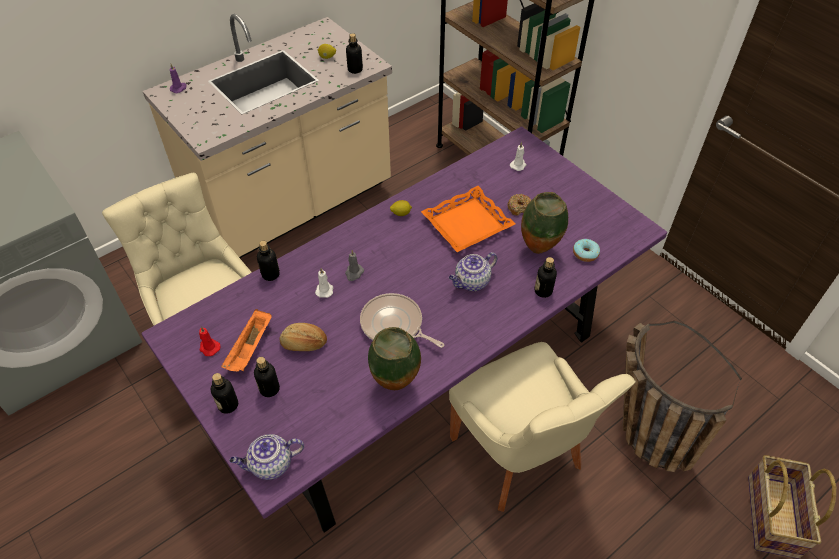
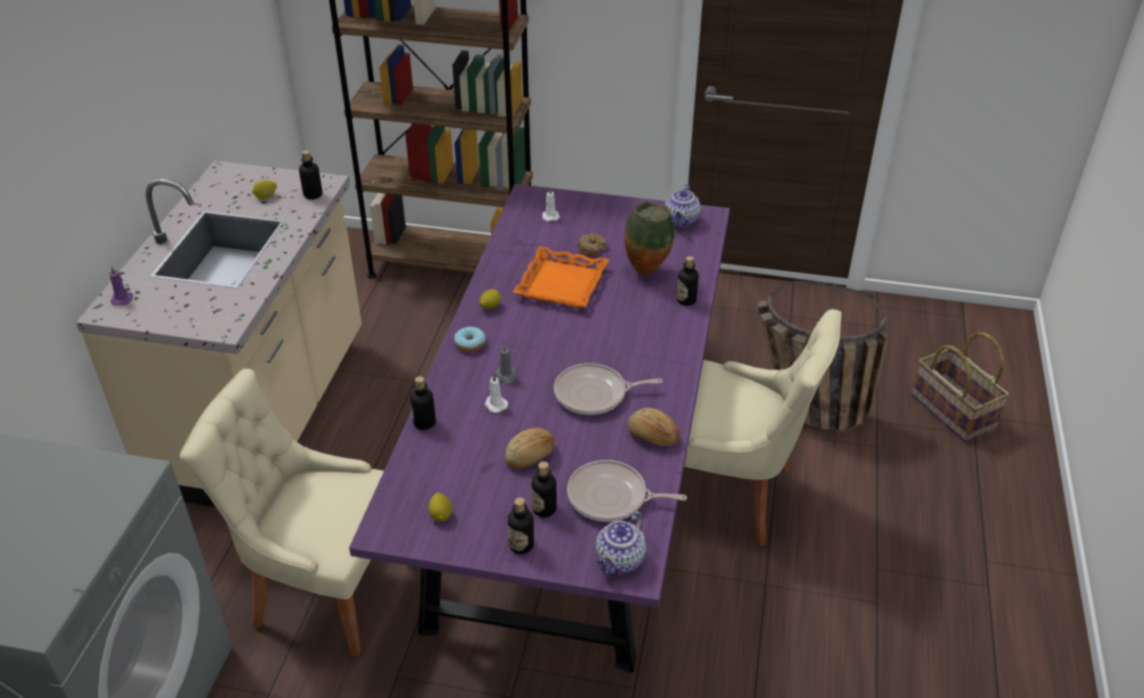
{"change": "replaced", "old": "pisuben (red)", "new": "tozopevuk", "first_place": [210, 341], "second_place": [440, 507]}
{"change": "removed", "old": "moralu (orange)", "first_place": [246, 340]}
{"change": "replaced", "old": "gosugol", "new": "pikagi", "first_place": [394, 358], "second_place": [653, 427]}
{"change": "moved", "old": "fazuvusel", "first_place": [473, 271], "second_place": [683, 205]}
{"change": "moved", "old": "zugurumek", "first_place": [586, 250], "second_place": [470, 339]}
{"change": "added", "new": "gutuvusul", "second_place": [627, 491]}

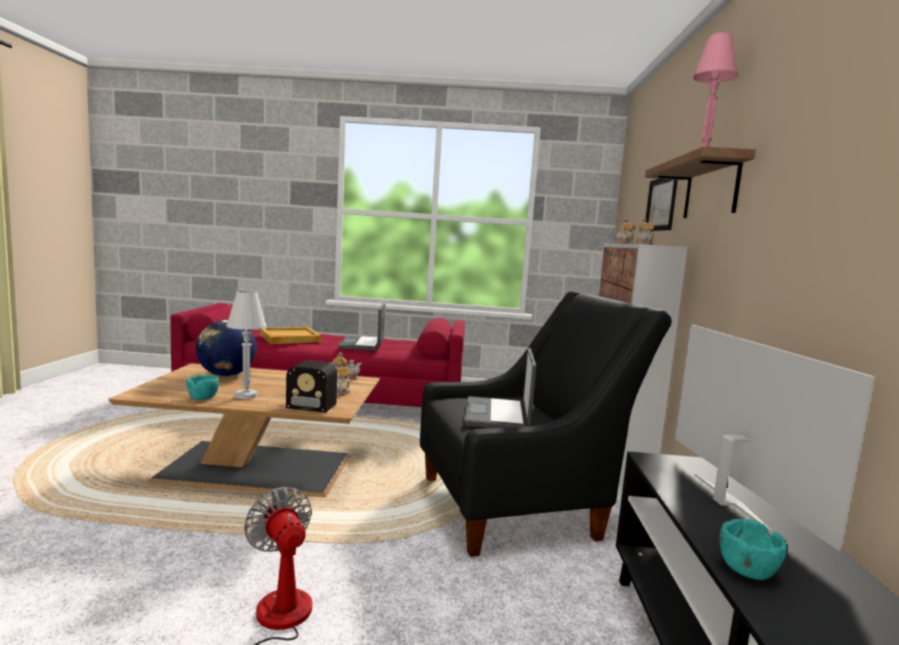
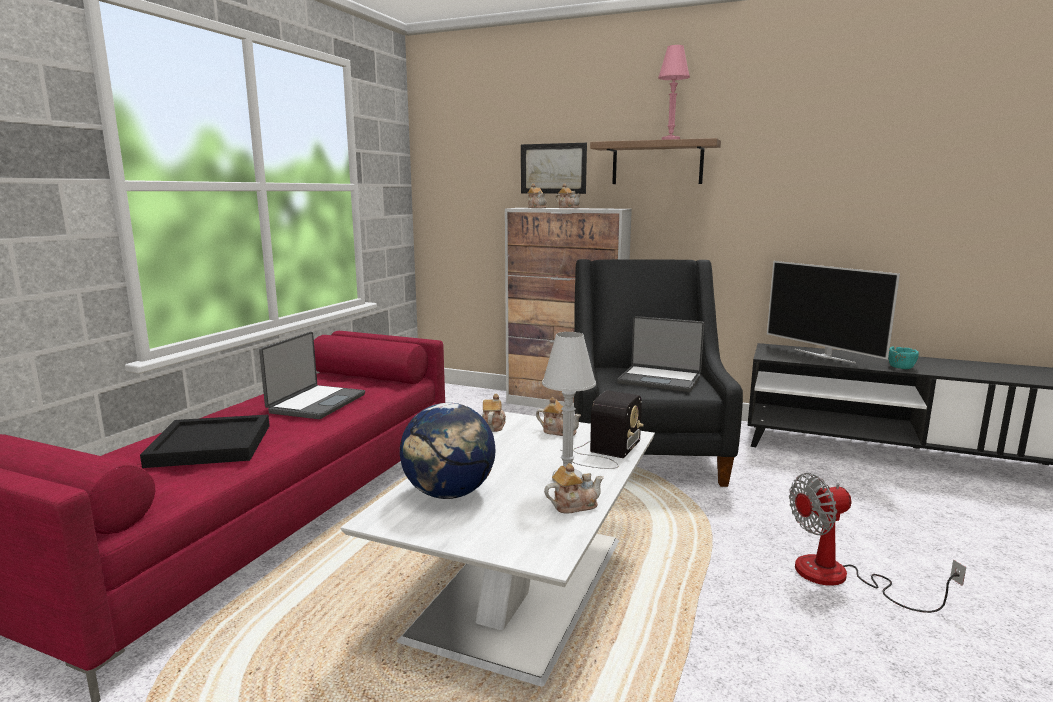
{"change": "recoloured", "old": "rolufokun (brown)", "new": "rolufokun (white)", "first_place": [244, 430], "second_place": [497, 549]}
{"change": "replaced", "old": "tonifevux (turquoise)", "new": "fazuvusel", "first_place": [202, 387], "second_place": [574, 488]}
{"change": "recoloured", "old": "moralu (beige)", "new": "moralu (black)", "first_place": [290, 335], "second_place": [205, 441]}
{"change": "turned", "old": "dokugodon", "first_place": [361, 327], "second_place": [312, 375], "degrees": -90}
{"change": "turned", "old": "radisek", "first_place": [775, 438], "second_place": [833, 312], "degrees": -135}

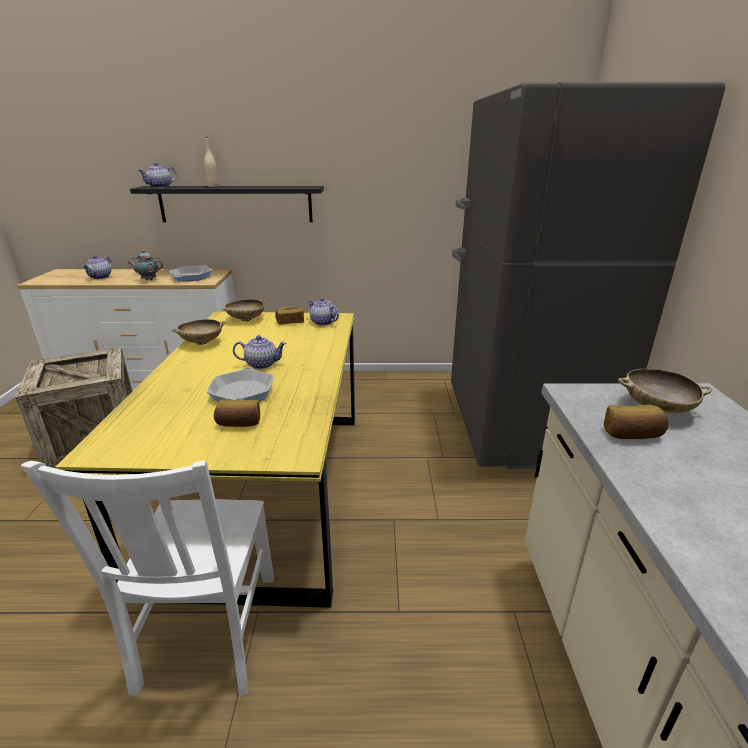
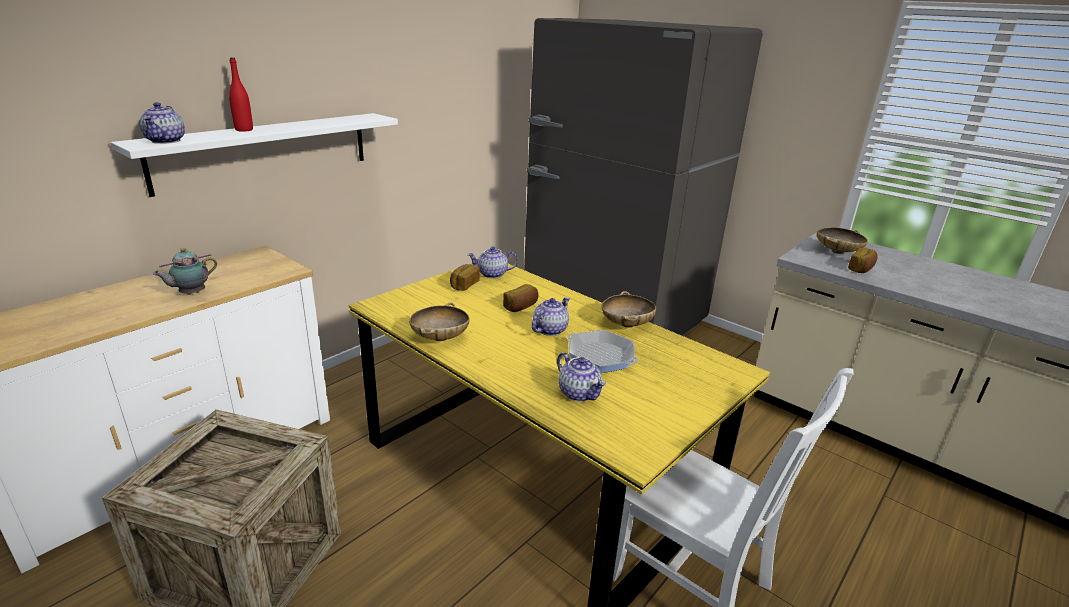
{"change": "moved", "old": "fazuvusel", "first_place": [97, 267], "second_place": [581, 377]}
{"change": "recoloured", "old": "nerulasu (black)", "new": "nerulasu (white)", "first_place": [227, 204], "second_place": [254, 155]}
{"change": "removed", "old": "gutuvusul", "first_place": [190, 273]}
{"change": "recoloured", "old": "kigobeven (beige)", "new": "kigobeven (red)", "first_place": [211, 162], "second_place": [241, 94]}
{"change": "moved", "old": "pikagi", "first_place": [237, 413], "second_place": [520, 298]}
{"change": "moved", "old": "tonifevux (beige)", "first_place": [244, 310], "second_place": [628, 309]}

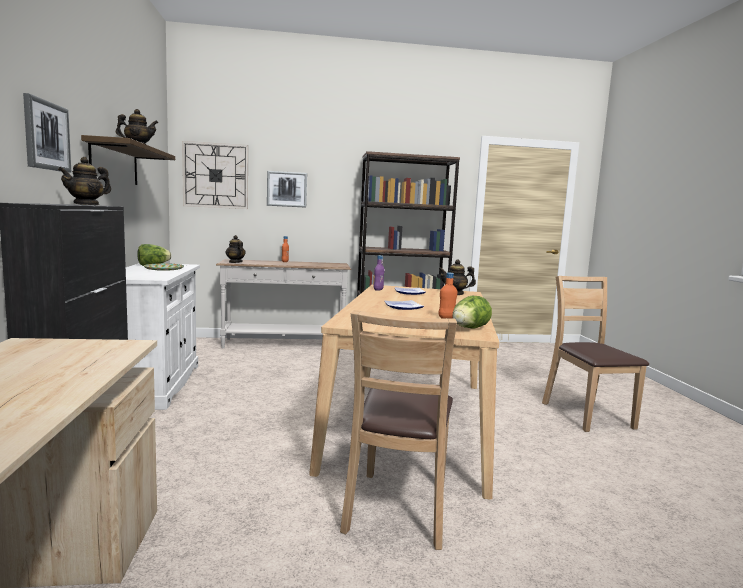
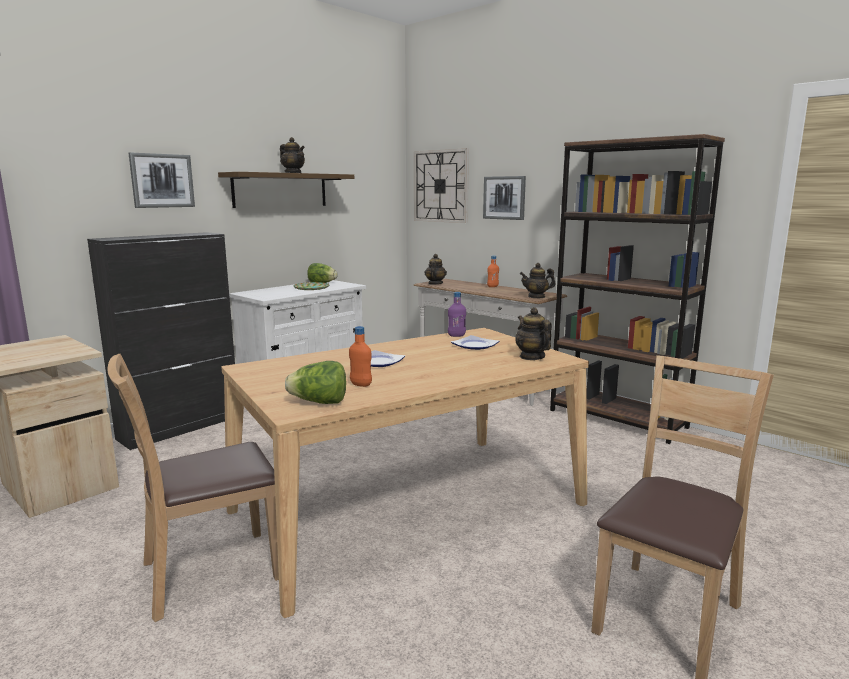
{"change": "moved", "old": "fazuvusel", "first_place": [84, 181], "second_place": [538, 280]}

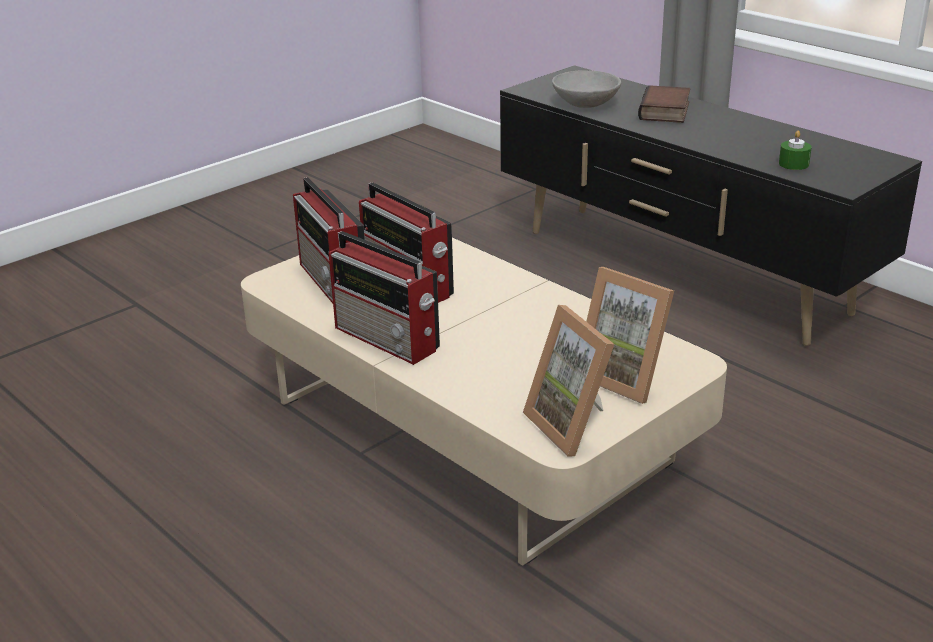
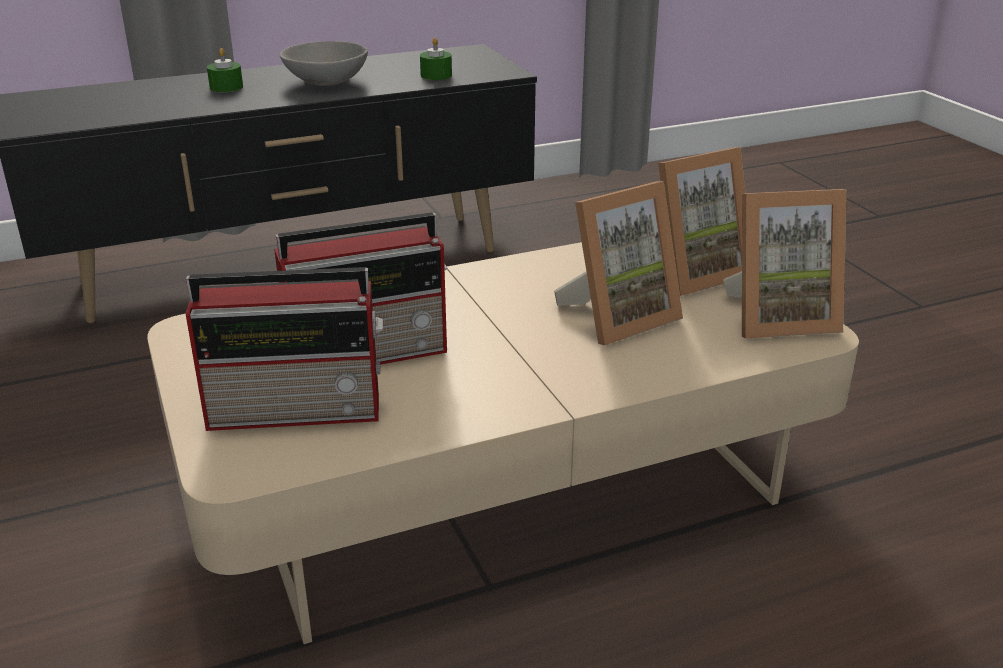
{"change": "removed", "old": "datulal", "first_place": [384, 298]}
{"change": "moved", "old": "tonifevux (grey)", "first_place": [586, 89], "second_place": [324, 63]}
{"change": "replaced", "old": "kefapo", "new": "pisuben (green)", "first_place": [664, 104], "second_place": [225, 70]}
{"change": "added", "new": "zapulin", "second_place": [618, 263]}

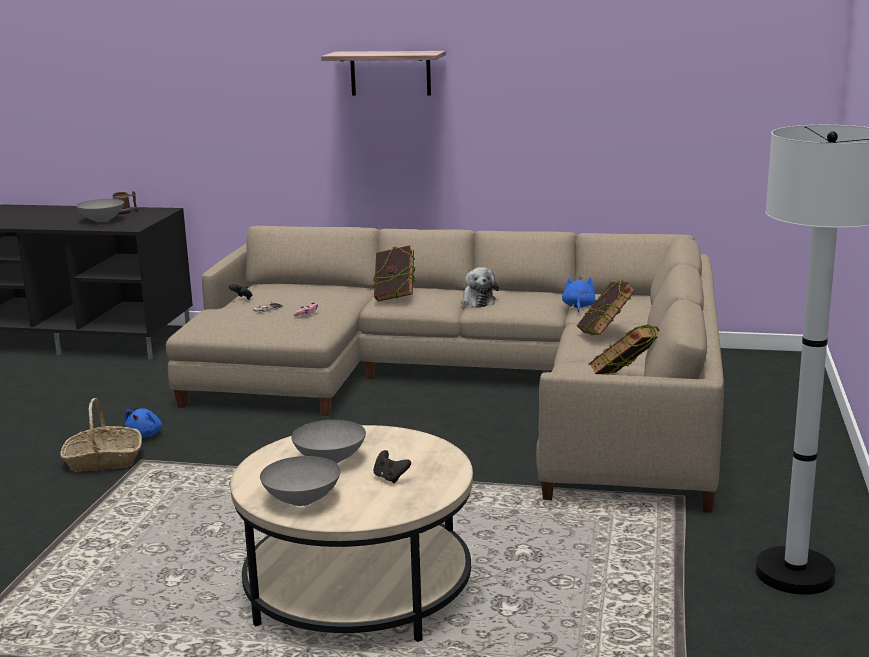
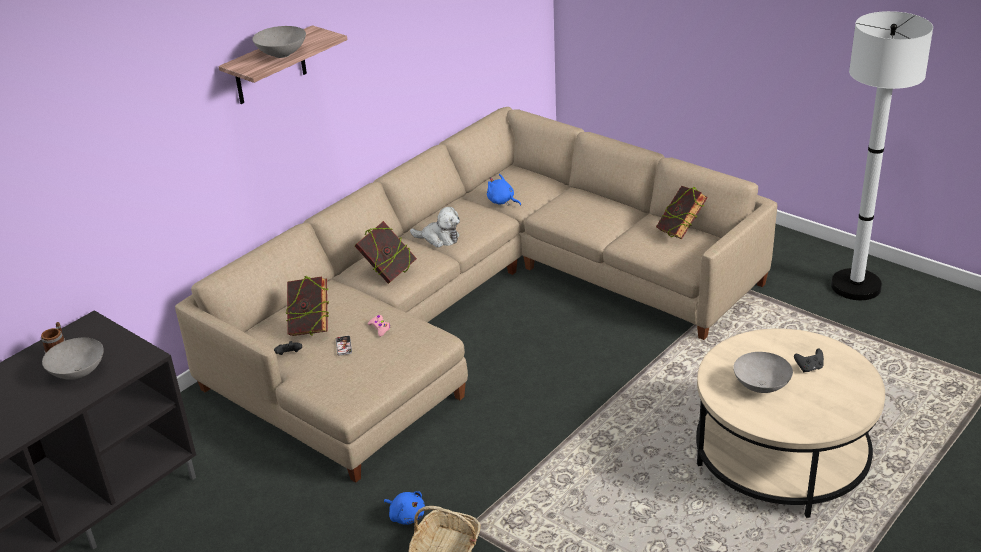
{"change": "moved", "old": "tonifevux (grey)", "first_place": [300, 481], "second_place": [279, 42]}
{"change": "moved", "old": "kefapo", "first_place": [606, 308], "second_place": [307, 306]}

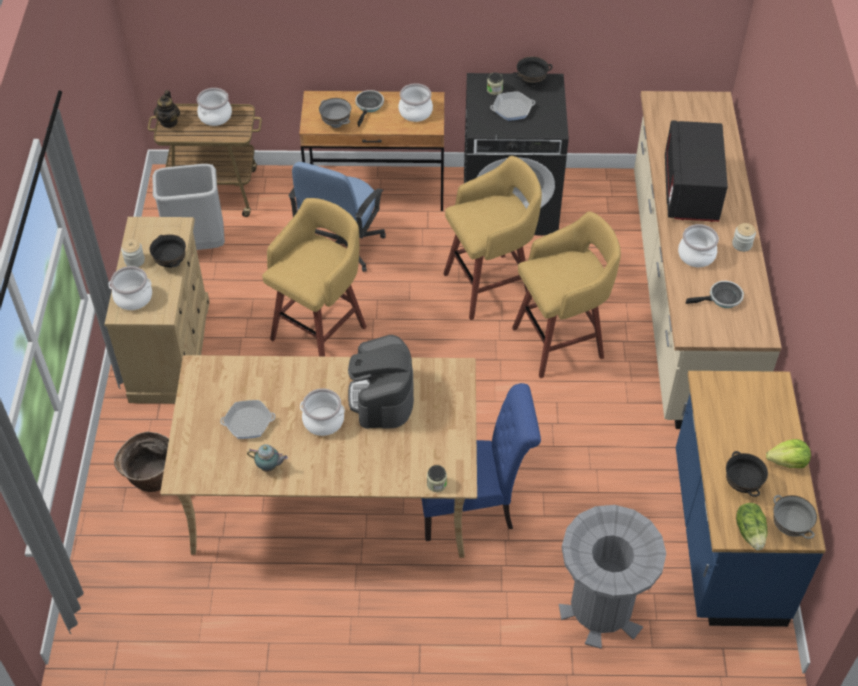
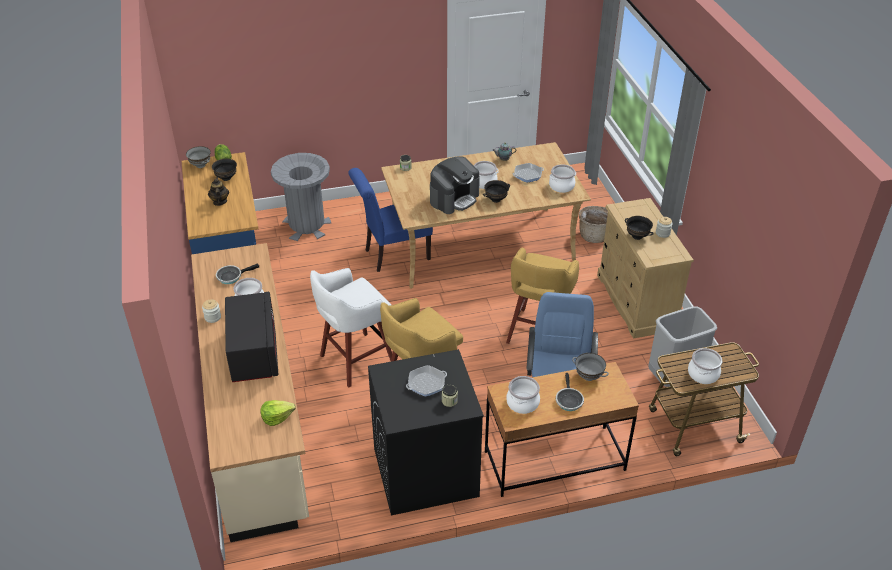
{"change": "moved", "old": "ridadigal", "first_place": [130, 288], "second_place": [562, 178]}
{"change": "moved", "old": "fazuvusel", "first_place": [167, 109], "second_place": [218, 191]}
{"change": "turned", "old": "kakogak", "first_place": [381, 382], "second_place": [455, 185], "degrees": 60}
{"change": "moved", "old": "tonifevux (black)", "first_place": [532, 72], "second_place": [496, 191]}
{"change": "recoloured", "old": "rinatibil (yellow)", "new": "rinatibil (white)", "first_place": [566, 295], "second_place": [351, 327]}
{"change": "moved", "old": "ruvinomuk", "first_place": [788, 453], "second_place": [278, 413]}

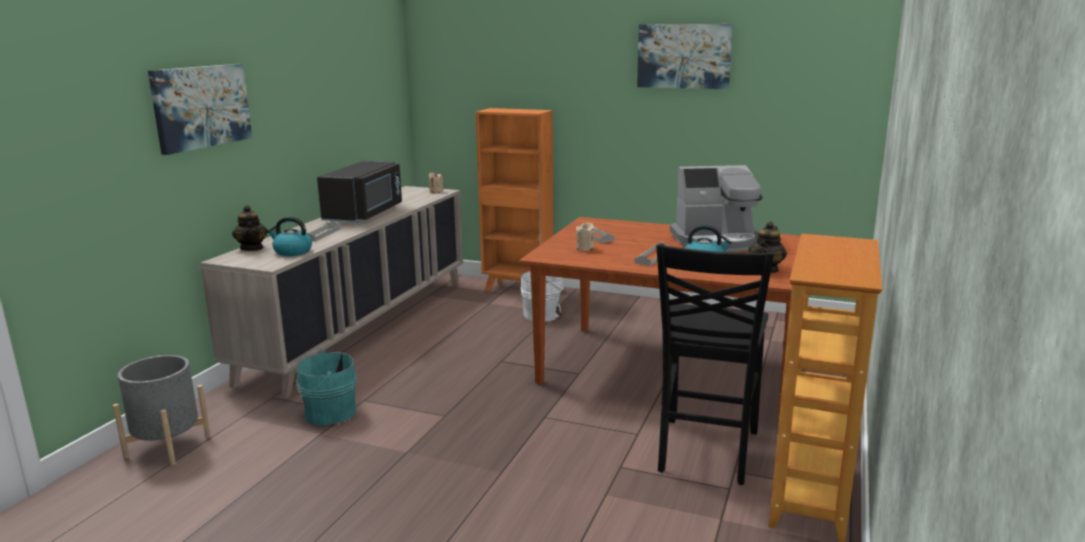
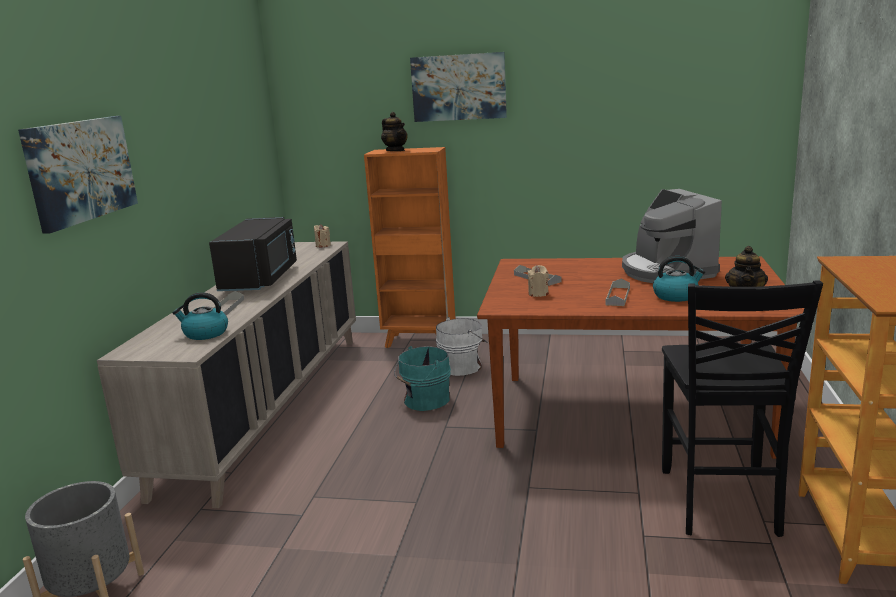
{"change": "moved", "old": "fazuvusel", "first_place": [249, 228], "second_place": [394, 131]}
{"change": "moved", "old": "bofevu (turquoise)", "first_place": [326, 387], "second_place": [422, 378]}
{"change": "moved", "old": "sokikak", "first_place": [685, 56], "second_place": [458, 87]}
{"change": "turned", "old": "kakogak", "first_place": [716, 208], "second_place": [672, 236], "degrees": 90}

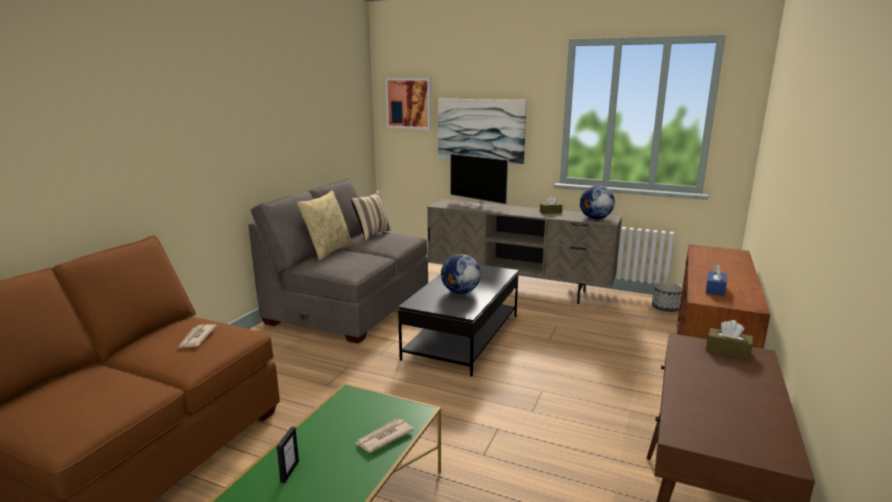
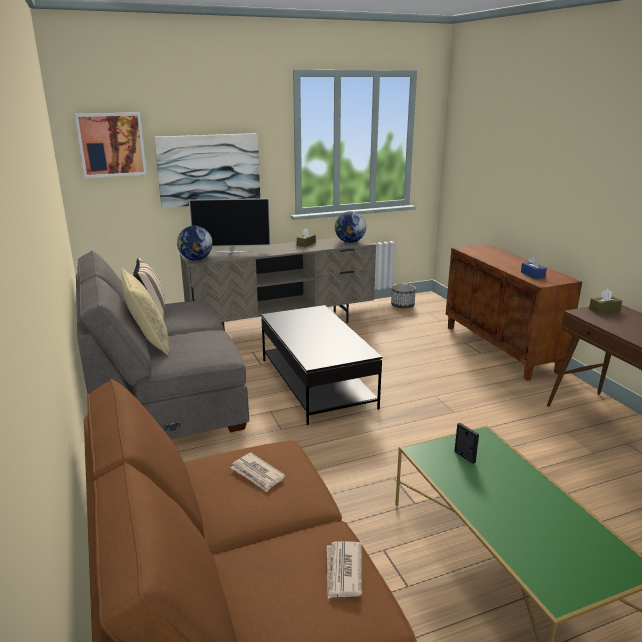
{"change": "moved", "old": "zapulin", "first_place": [288, 454], "second_place": [466, 443]}
{"change": "moved", "old": "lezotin", "first_place": [384, 436], "second_place": [344, 570]}
{"change": "moved", "old": "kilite", "first_place": [461, 274], "second_place": [195, 243]}

